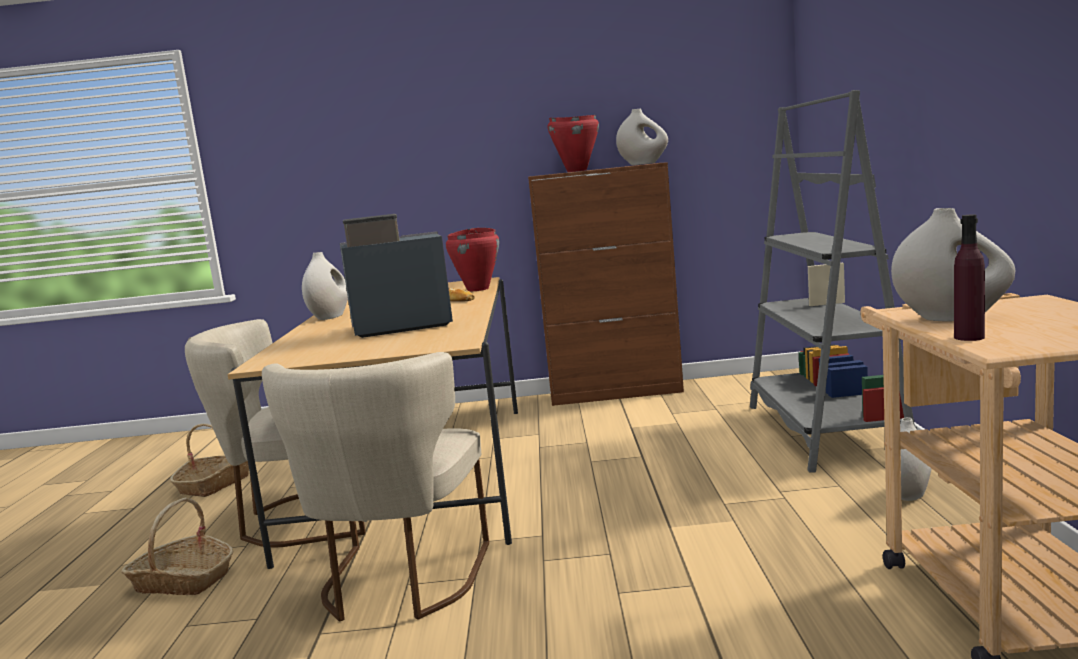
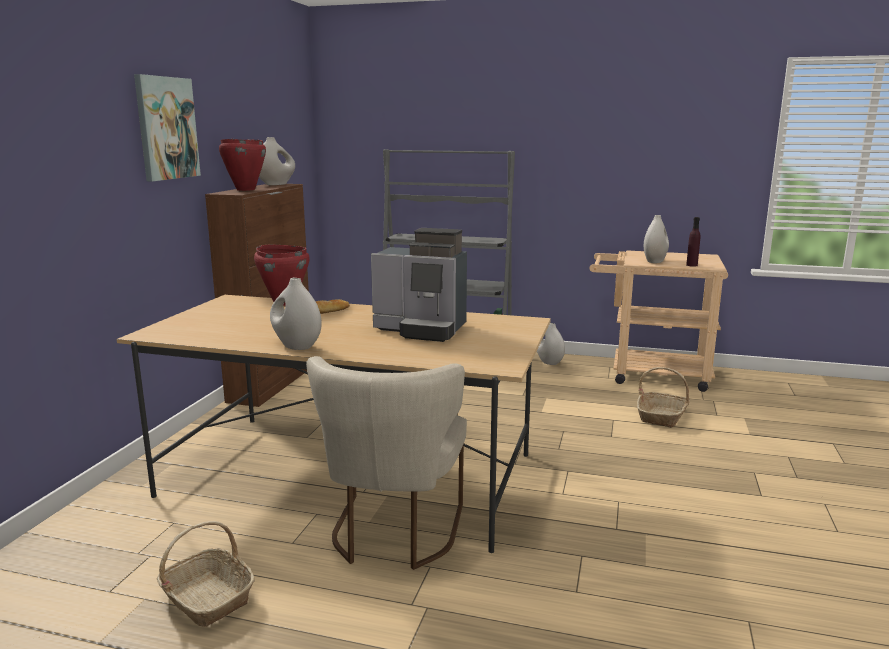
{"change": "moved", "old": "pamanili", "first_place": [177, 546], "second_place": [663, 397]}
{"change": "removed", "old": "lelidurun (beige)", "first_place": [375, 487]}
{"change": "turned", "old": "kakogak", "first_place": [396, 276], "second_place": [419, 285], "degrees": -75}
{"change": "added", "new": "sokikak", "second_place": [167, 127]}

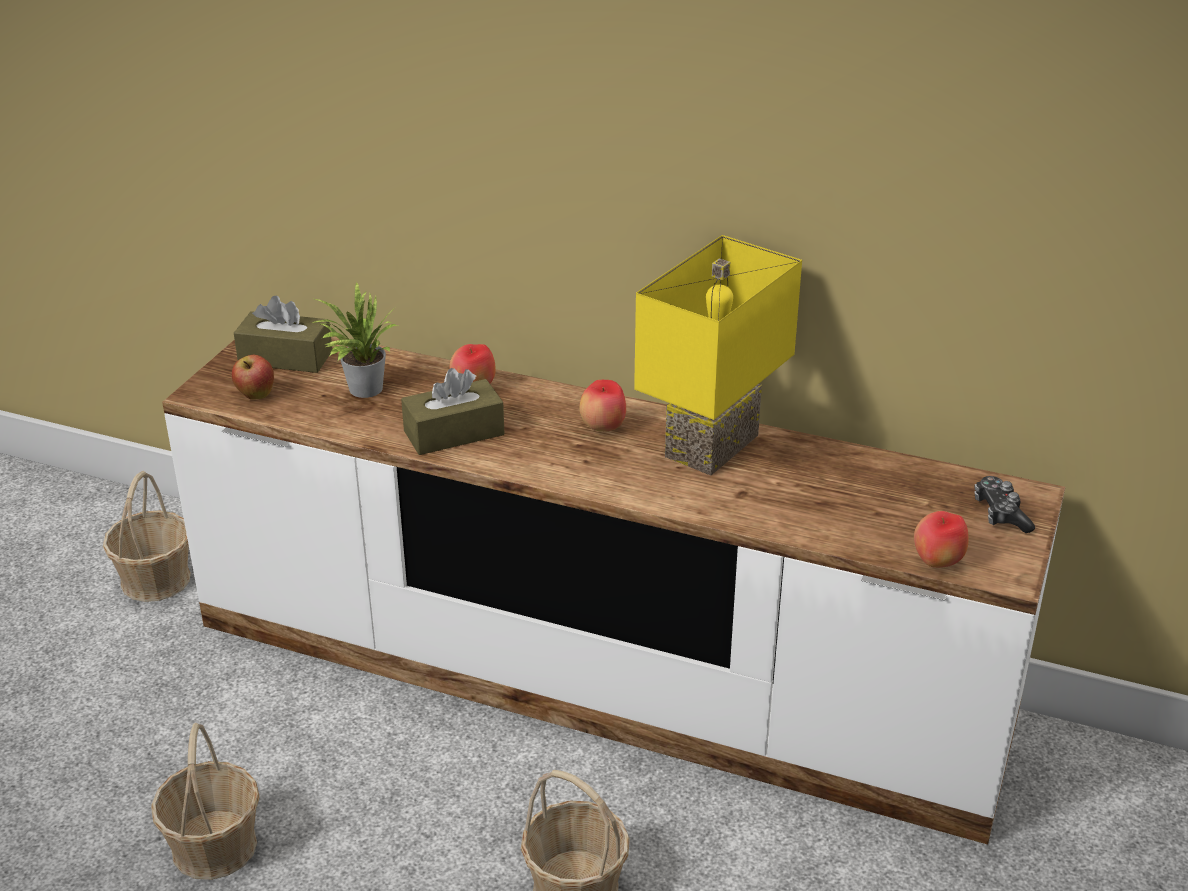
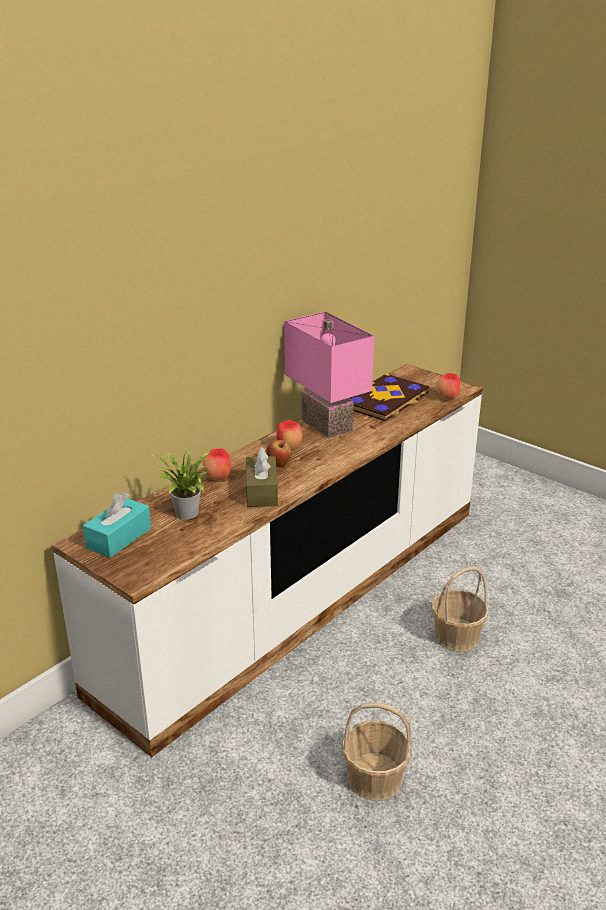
{"change": "removed", "old": "pamanili", "first_place": [147, 536]}
{"change": "moved", "old": "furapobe", "first_place": [253, 377], "second_place": [279, 453]}
{"change": "recoloured", "old": "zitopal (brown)", "new": "zitopal (turquoise)", "first_place": [283, 334], "second_place": [117, 525]}
{"change": "recoloured", "old": "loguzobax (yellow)", "new": "loguzobax (pink)", "first_place": [718, 355], "second_place": [329, 374]}
{"change": "removed", "old": "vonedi", "first_place": [1004, 504]}
{"change": "added", "new": "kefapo", "second_place": [389, 397]}

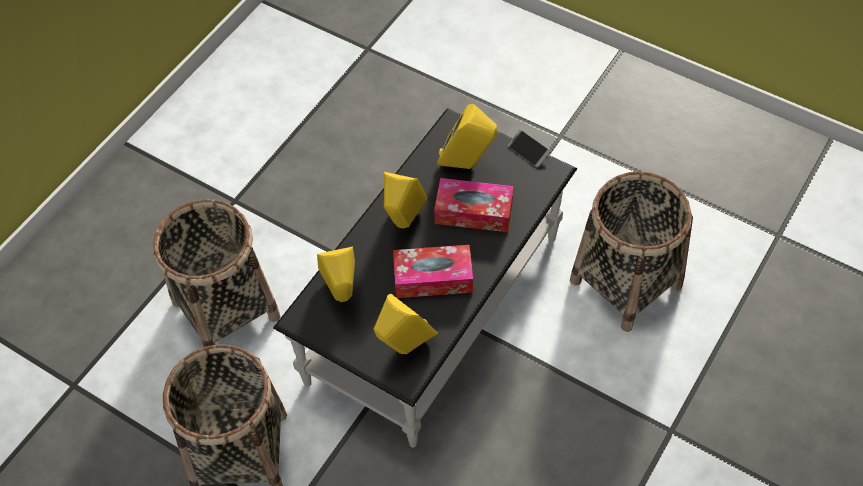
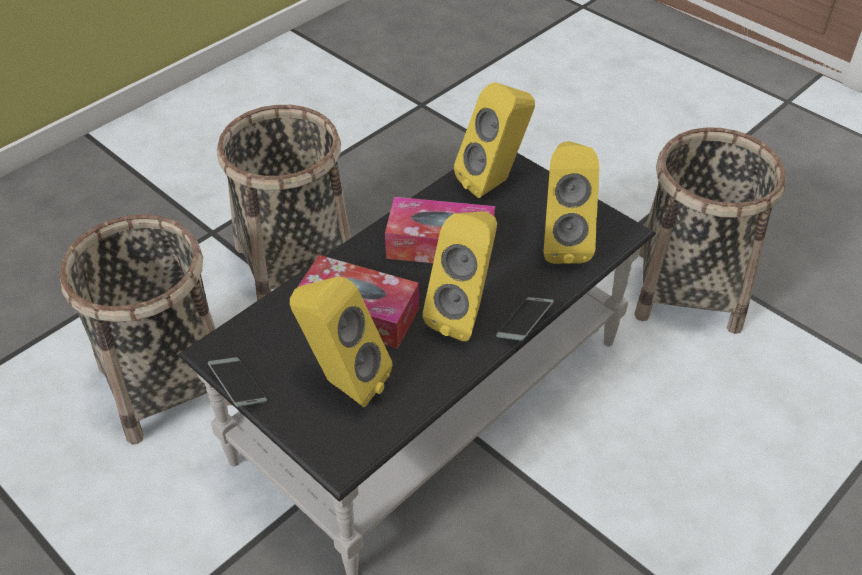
{"change": "moved", "old": "pamanili", "first_place": [217, 273], "second_place": [284, 203]}
{"change": "added", "new": "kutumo", "second_place": [525, 319]}

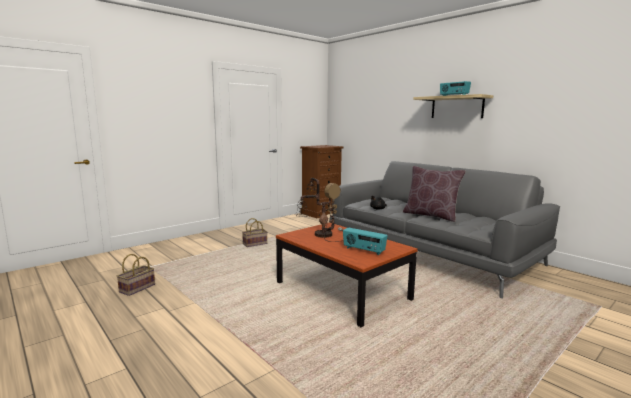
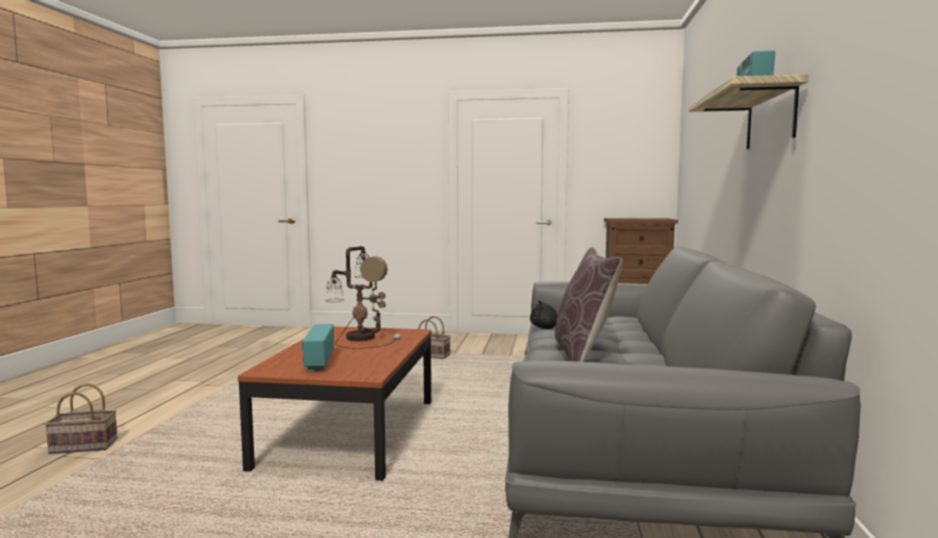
{"change": "moved", "old": "pamanili", "first_place": [136, 275], "second_place": [81, 418]}

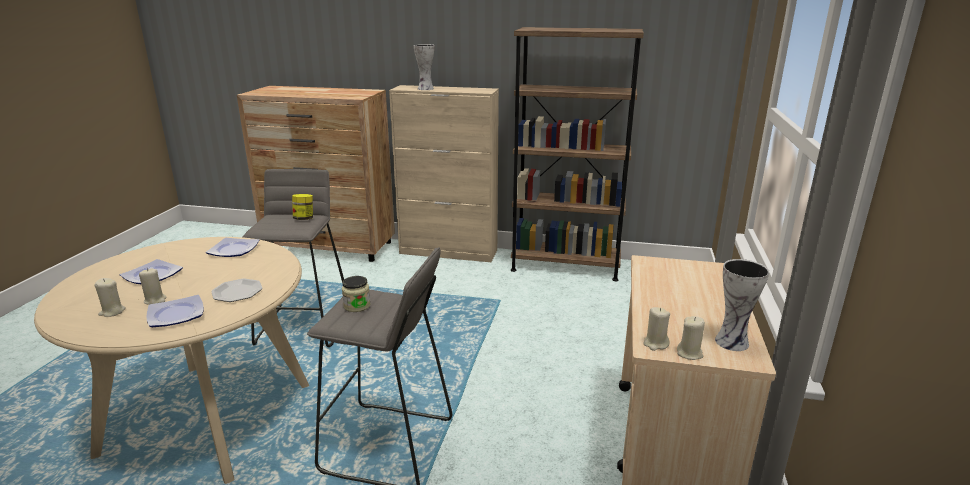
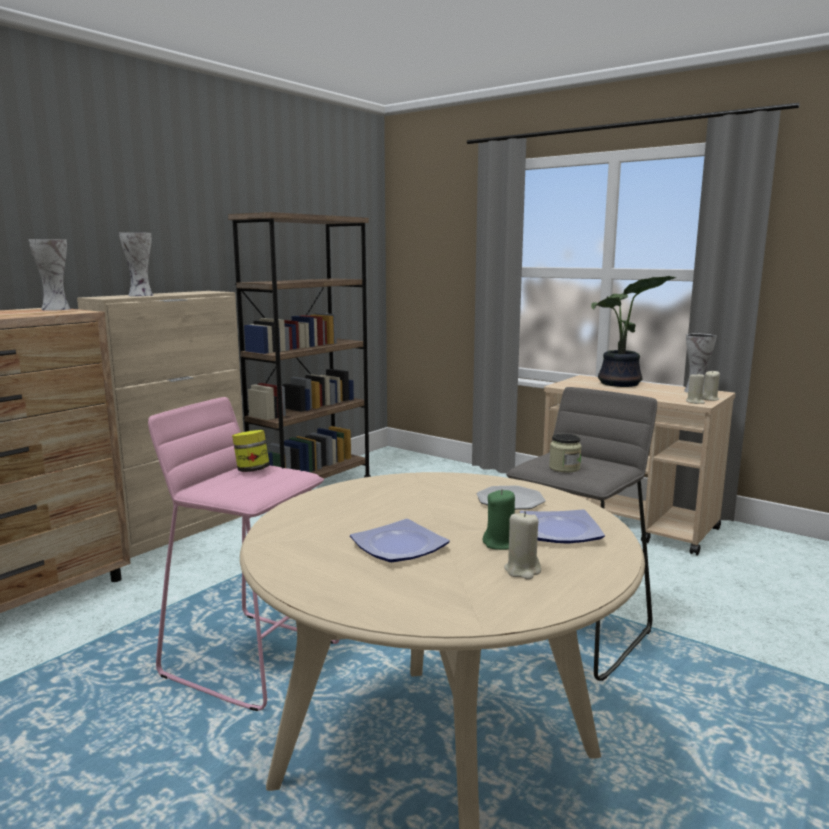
{"change": "recoloured", "old": "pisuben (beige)", "new": "pisuben (green)", "first_place": [152, 286], "second_place": [499, 519]}
{"change": "removed", "old": "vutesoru", "first_place": [232, 247]}
{"change": "recoloured", "old": "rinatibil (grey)", "new": "rinatibil (pink)", "first_place": [293, 258], "second_place": [243, 554]}
{"change": "added", "new": "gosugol", "second_place": [49, 275]}
{"change": "added", "new": "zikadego", "second_place": [633, 331]}

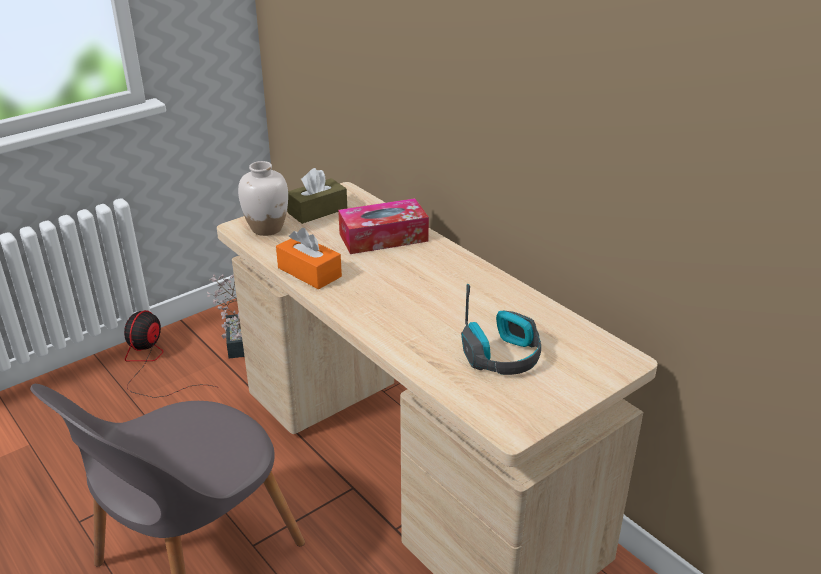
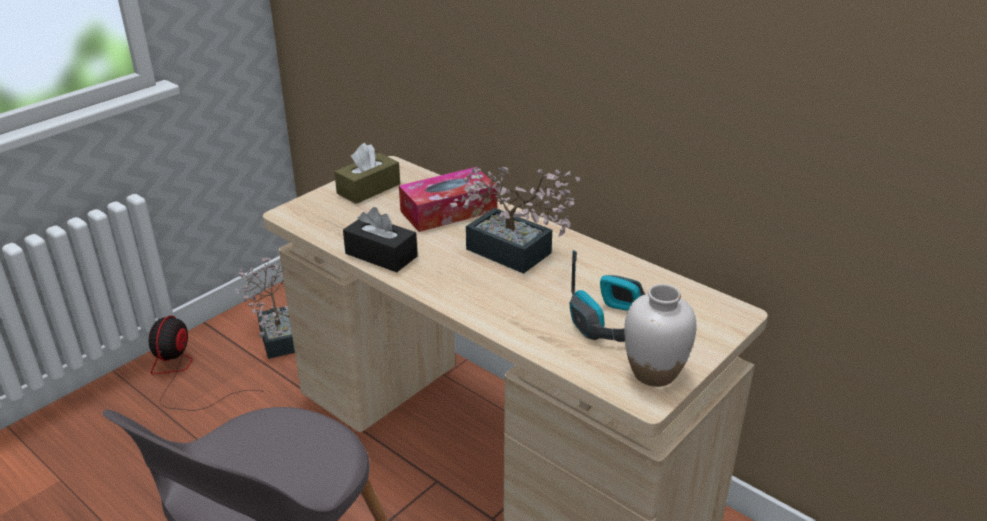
{"change": "moved", "old": "gosugol (white)", "first_place": [263, 198], "second_place": [660, 335]}
{"change": "recoloured", "old": "zitopal (orange)", "new": "zitopal (black)", "first_place": [309, 259], "second_place": [380, 239]}
{"change": "added", "new": "zikadego", "second_place": [515, 220]}

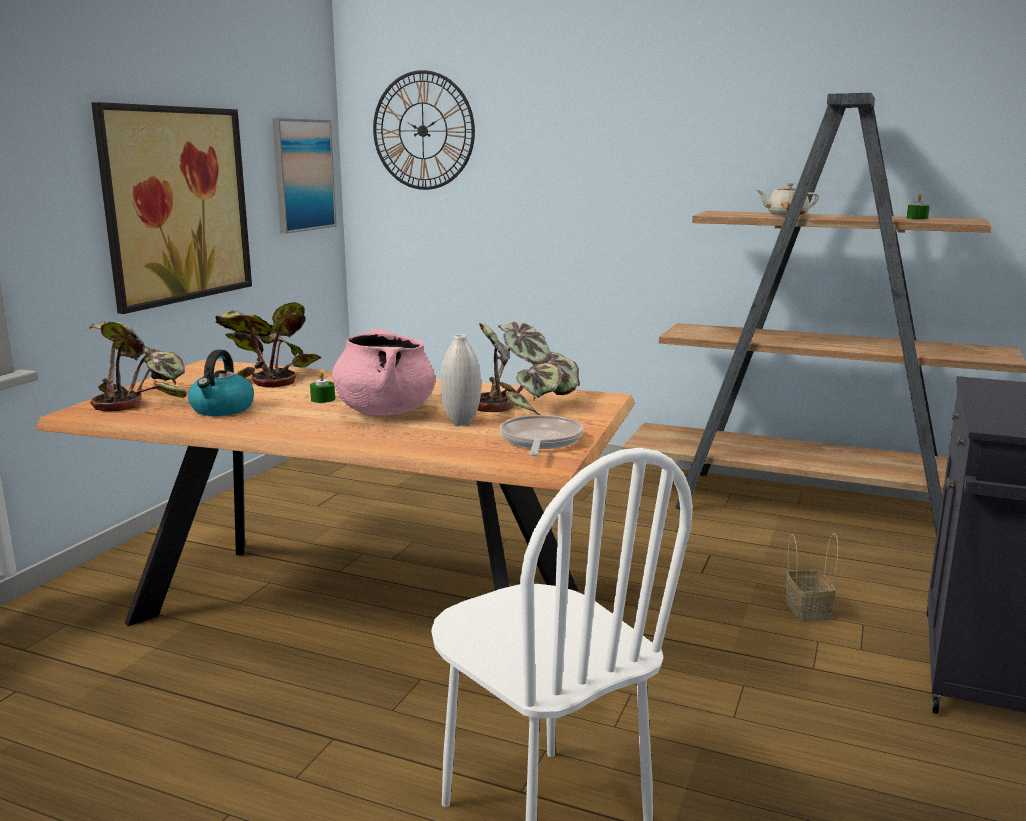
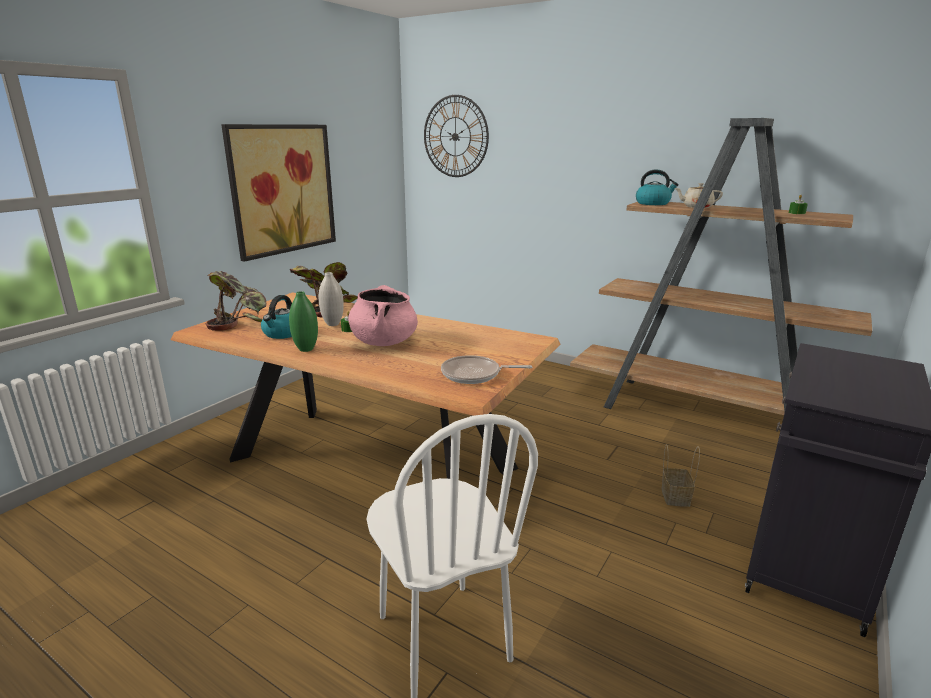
{"change": "removed", "old": "sokikak", "first_place": [304, 176]}
{"change": "moved", "old": "gosugol (white)", "first_place": [461, 380], "second_place": [331, 299]}
{"change": "removed", "old": "zikadego", "first_place": [529, 368]}
{"change": "turned", "old": "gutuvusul", "first_place": [542, 435], "second_place": [486, 369], "degrees": -105}
{"change": "added", "new": "gosugol (green)", "second_place": [303, 321]}
{"change": "added", "new": "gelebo", "second_place": [657, 187]}

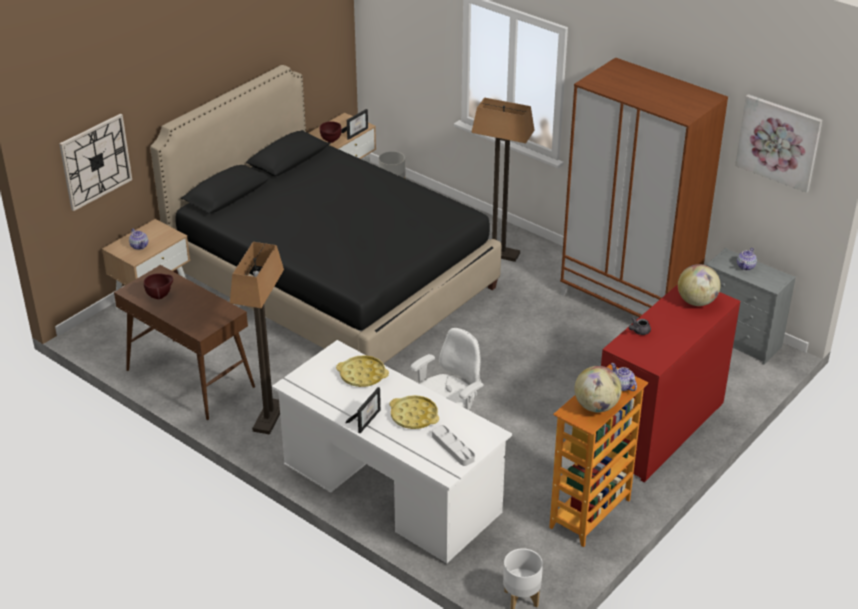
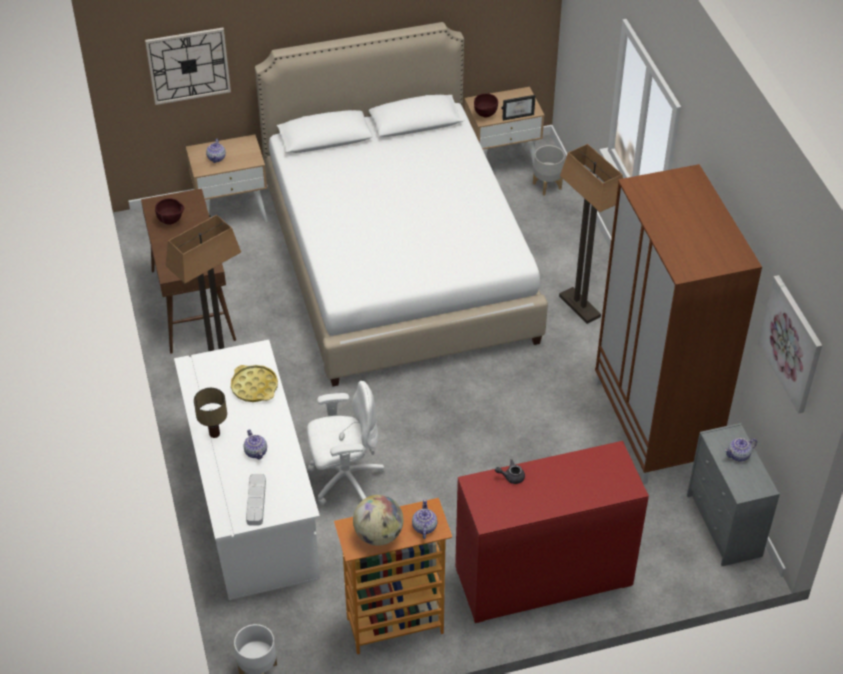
{"change": "recoloured", "old": "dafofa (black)", "new": "dafofa (white)", "first_place": [326, 214], "second_place": [401, 204]}
{"change": "replaced", "old": "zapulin", "new": "loguzobax", "first_place": [363, 410], "second_place": [210, 413]}
{"change": "replaced", "old": "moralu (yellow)", "new": "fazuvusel", "first_place": [414, 412], "second_place": [255, 444]}
{"change": "removed", "old": "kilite", "first_place": [699, 285]}

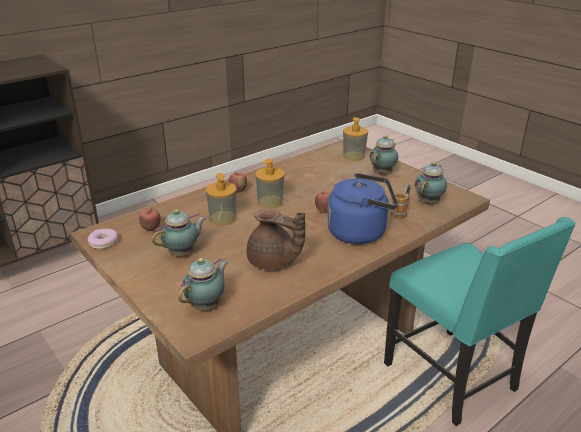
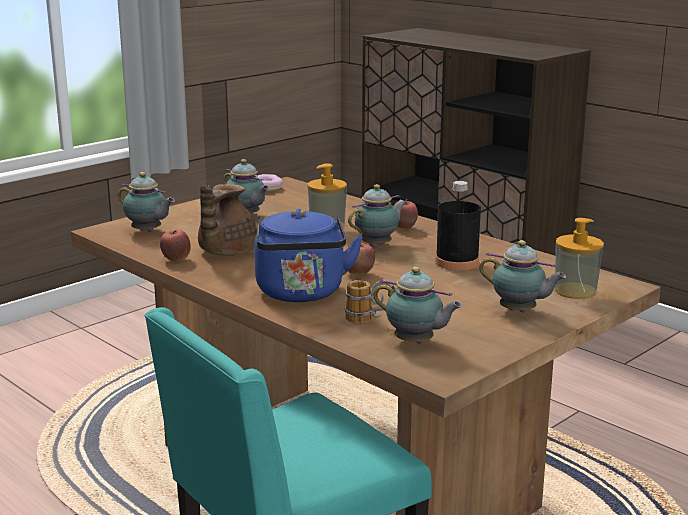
{"change": "moved", "old": "furapobe", "first_place": [150, 219], "second_place": [175, 245]}
{"change": "replaced", "old": "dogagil", "new": "fazuvusel", "first_place": [269, 183], "second_place": [377, 215]}
{"change": "added", "new": "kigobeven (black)", "second_place": [458, 225]}

